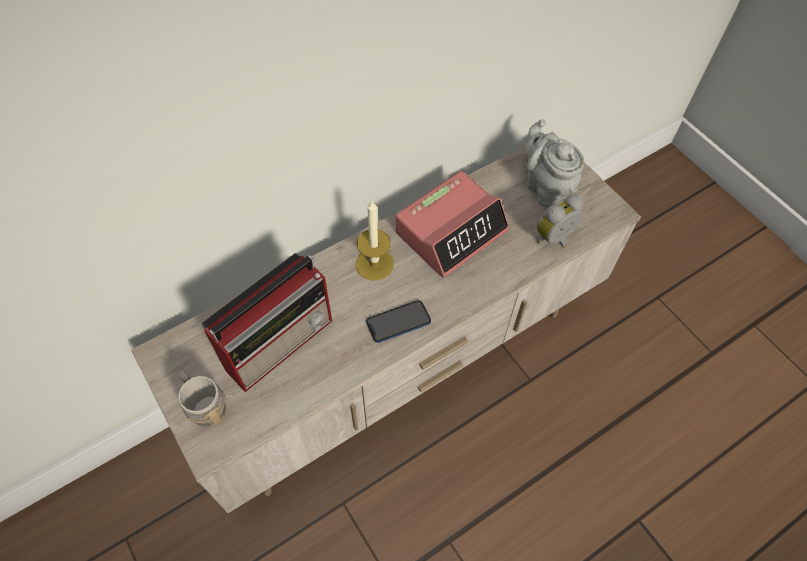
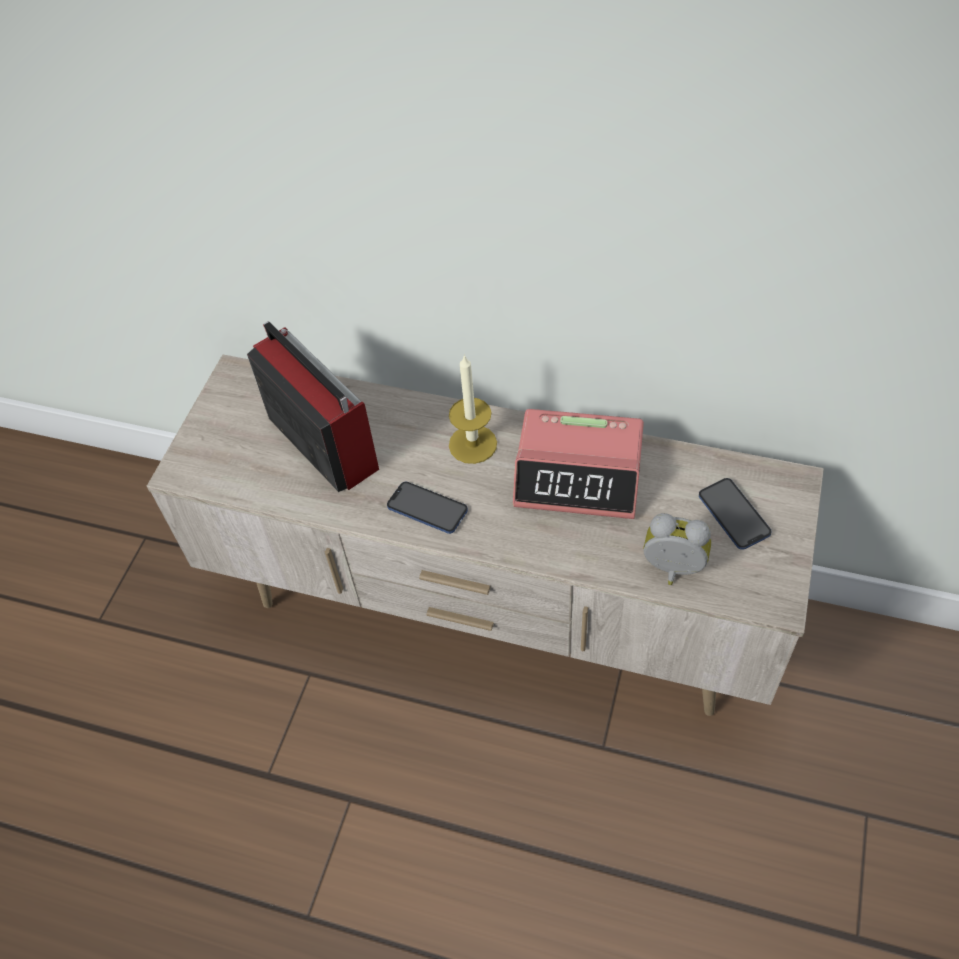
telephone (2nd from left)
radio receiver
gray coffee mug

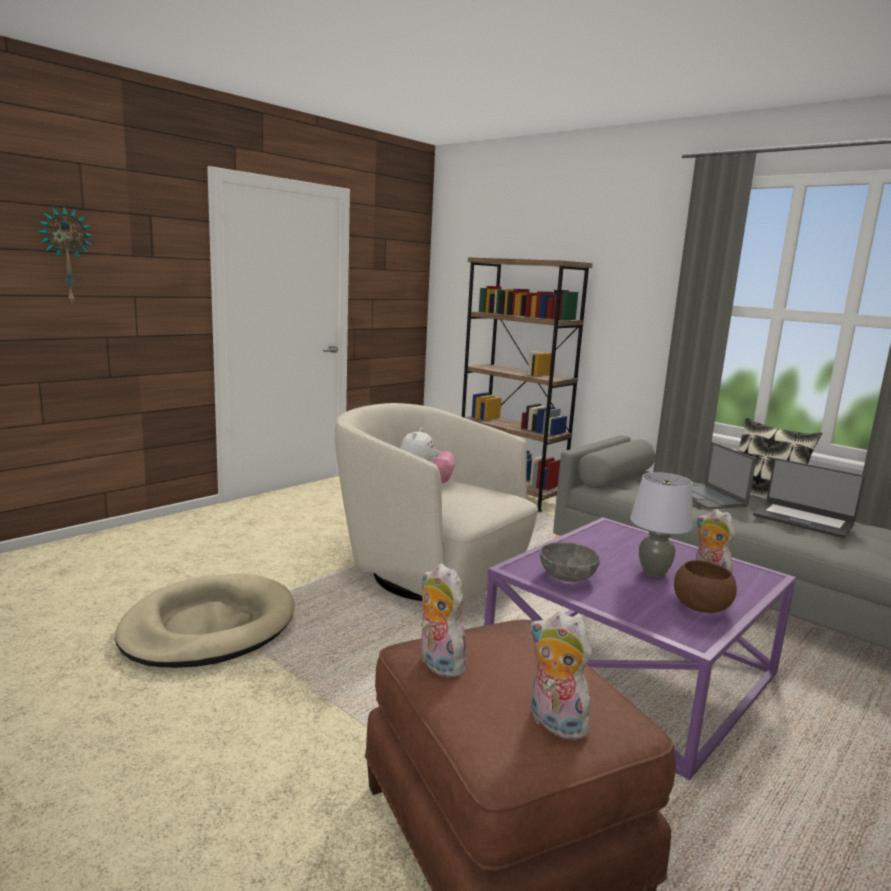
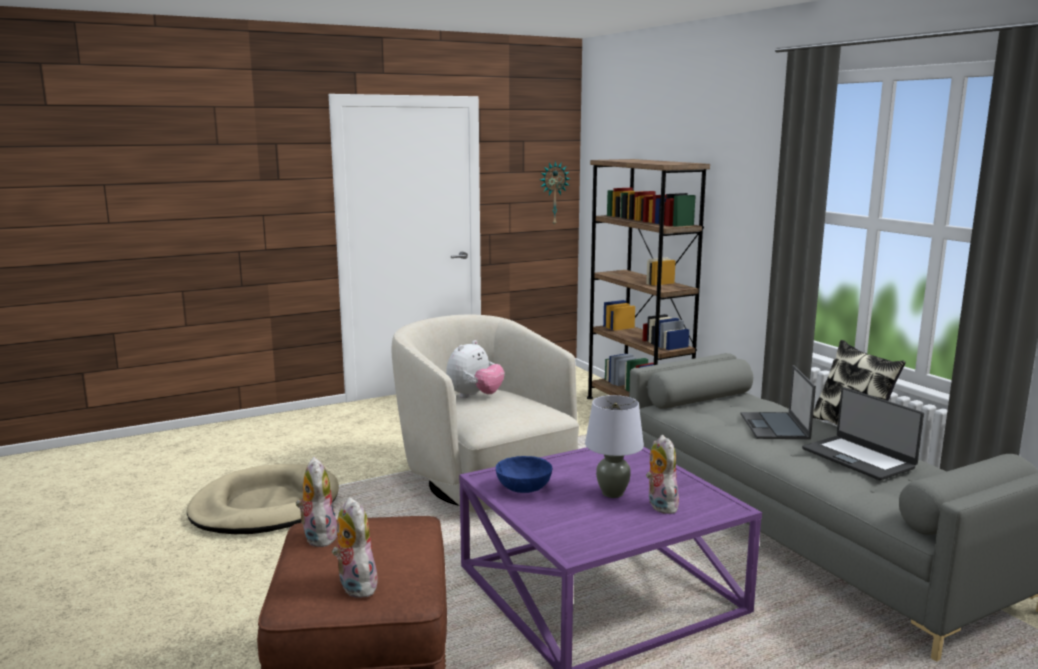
wall clock
blue deep dish
brown-coloured deep dish

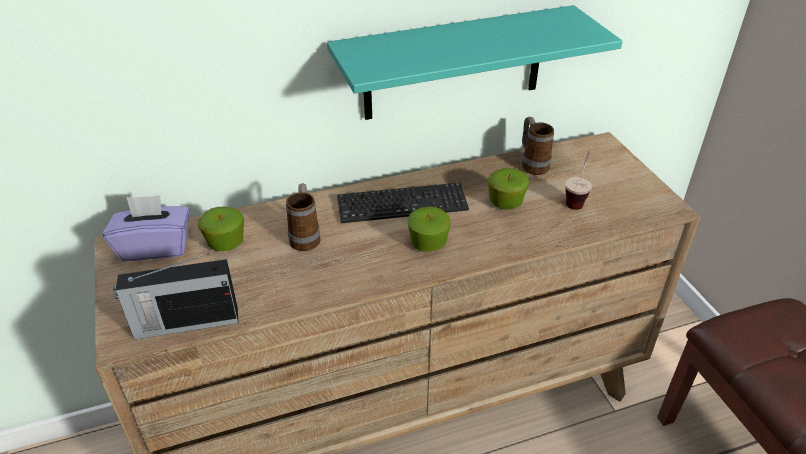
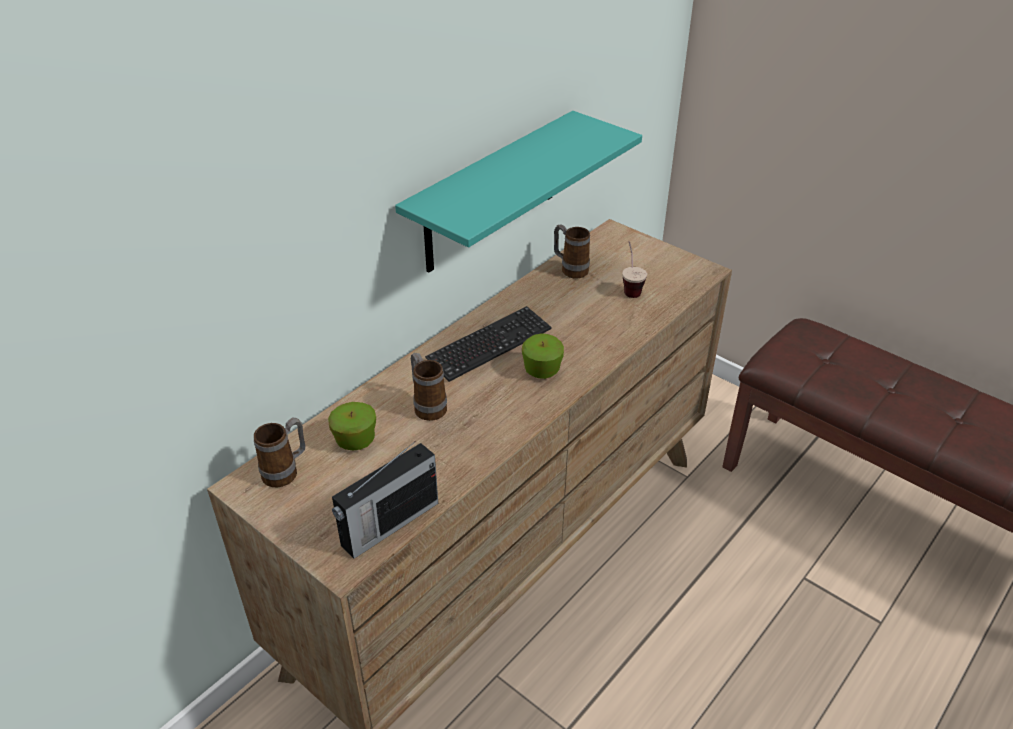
apple (3rd from left in the first image)
coffee mug (1st from left)

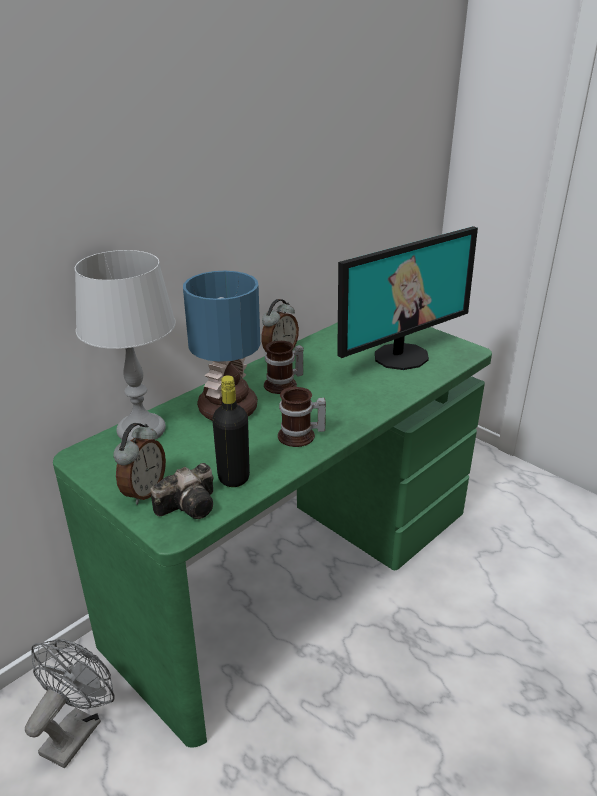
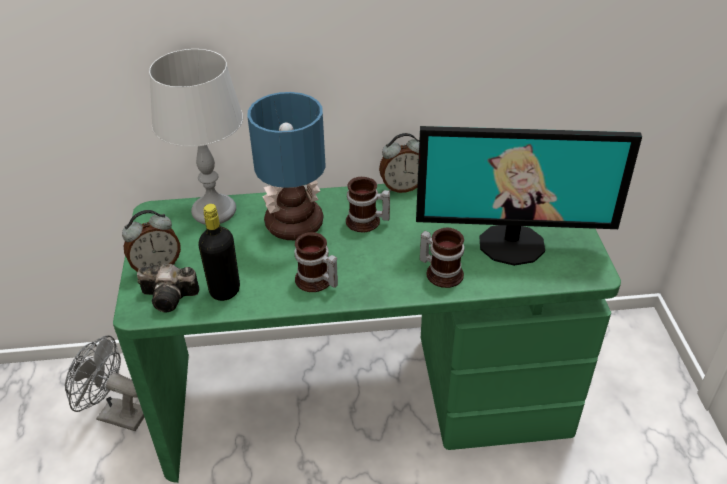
gray electric fan
coffee mug (3rd from left)

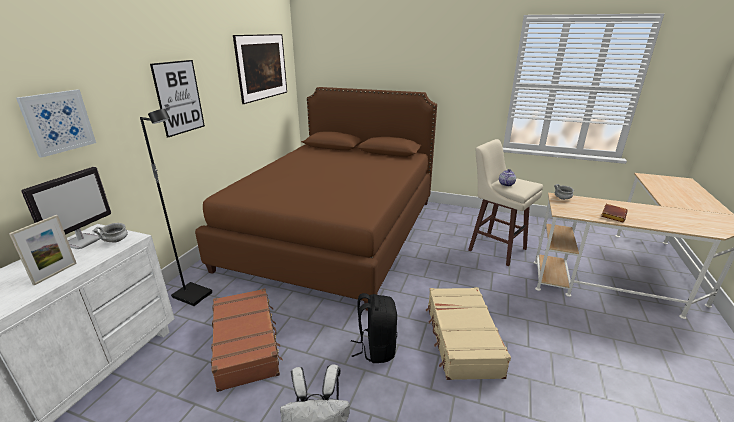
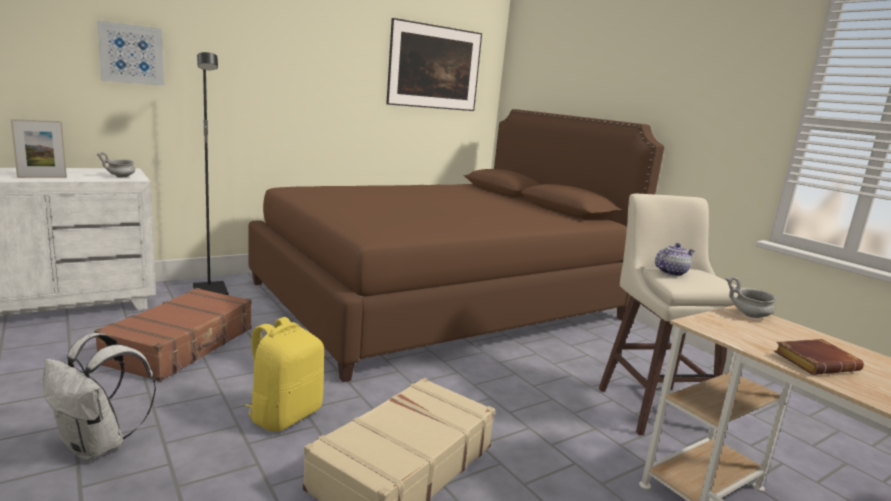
wall art (2nd from left in the first image)
computer screen
yellow knapsack

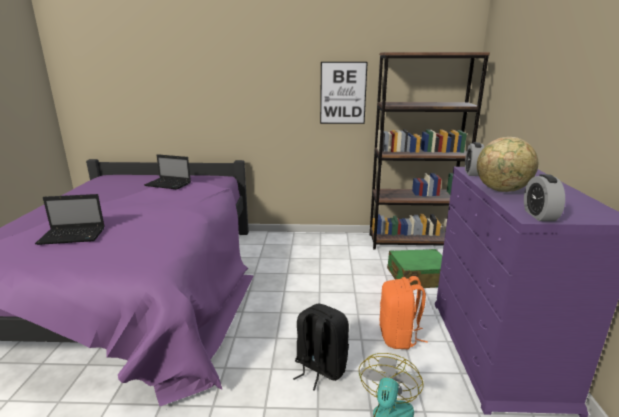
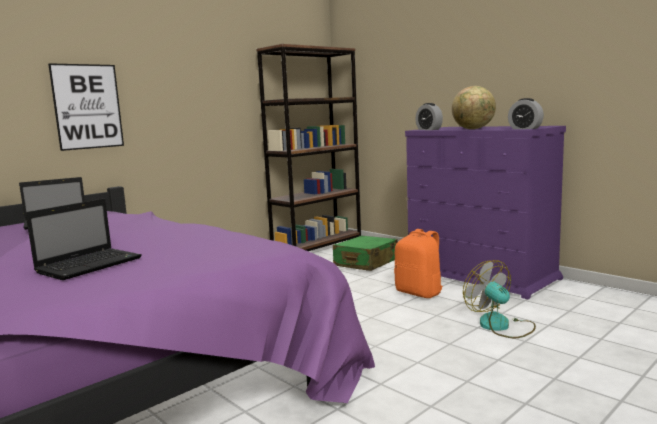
wall art
blackish knapsack

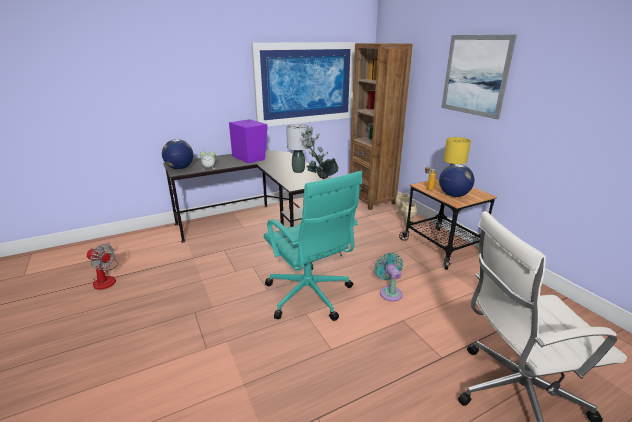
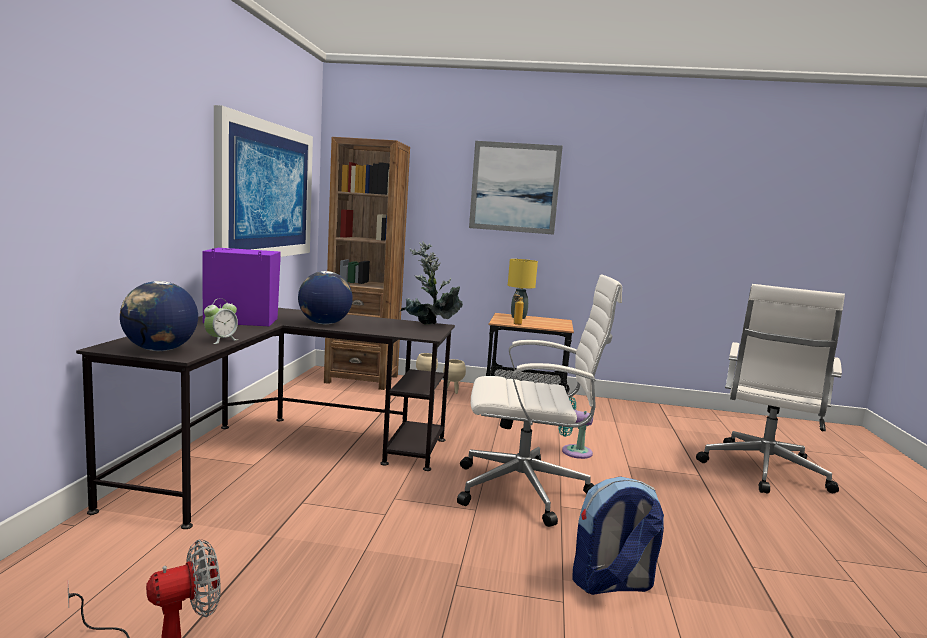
gray table lamp
desk globe (2nd from left)
white desk chair (1st from left)
knapsack

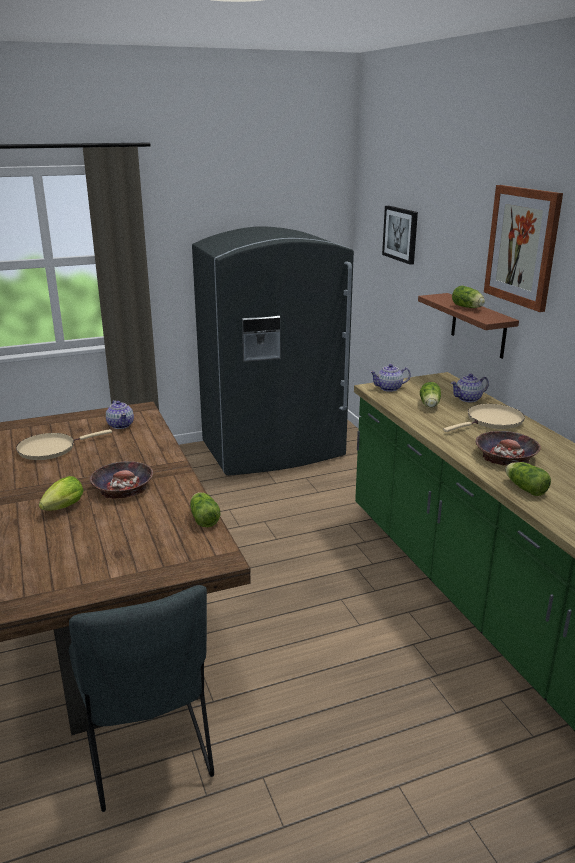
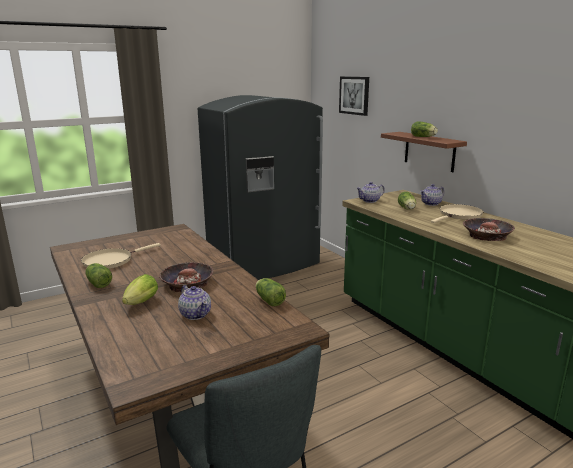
wall art (2nd from left in the first image)
pot for tea (1st from left)
lettuce (1st from left)

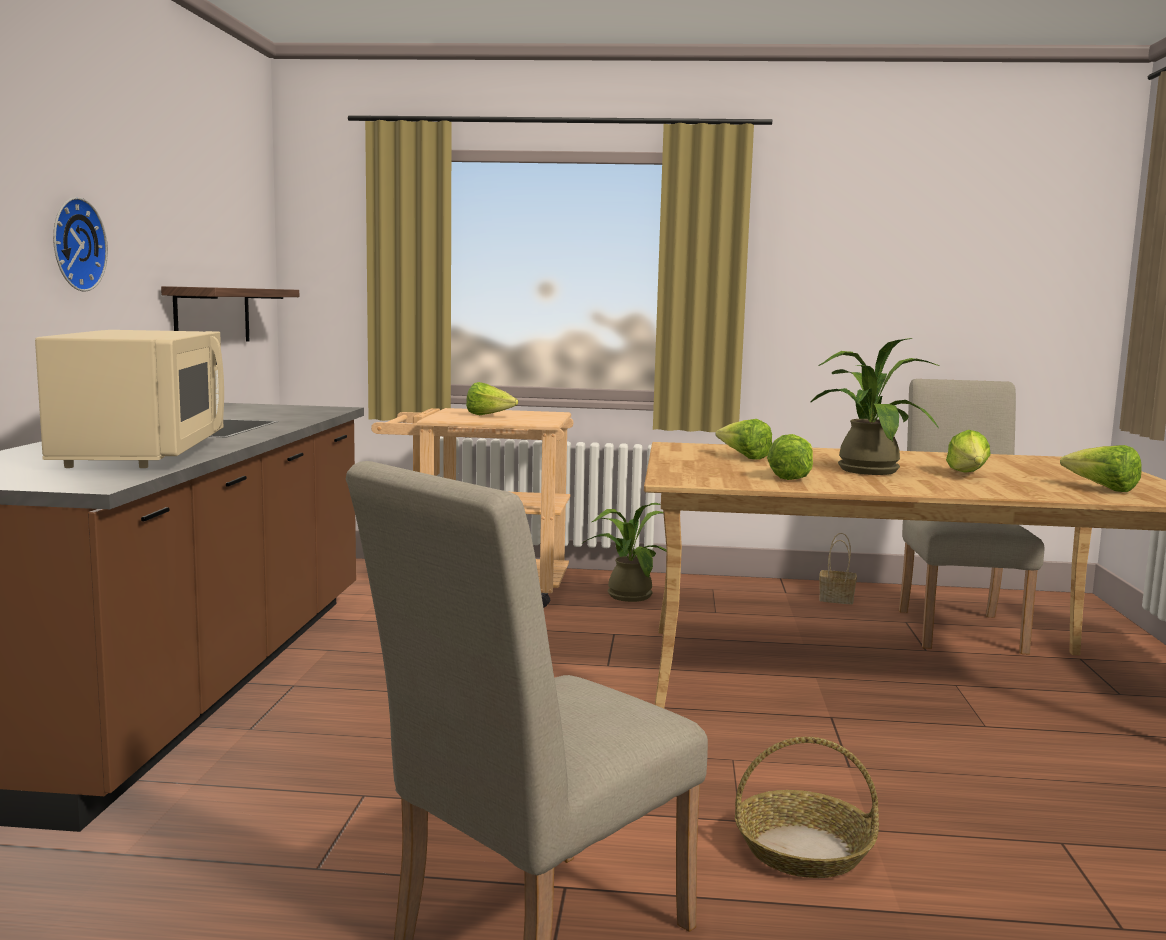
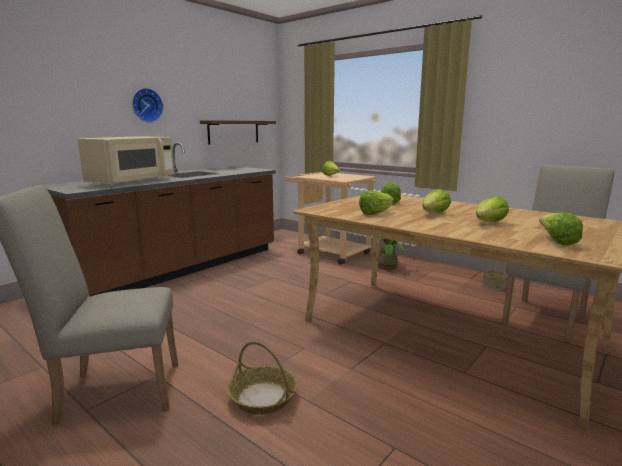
lettuce (4th from left)

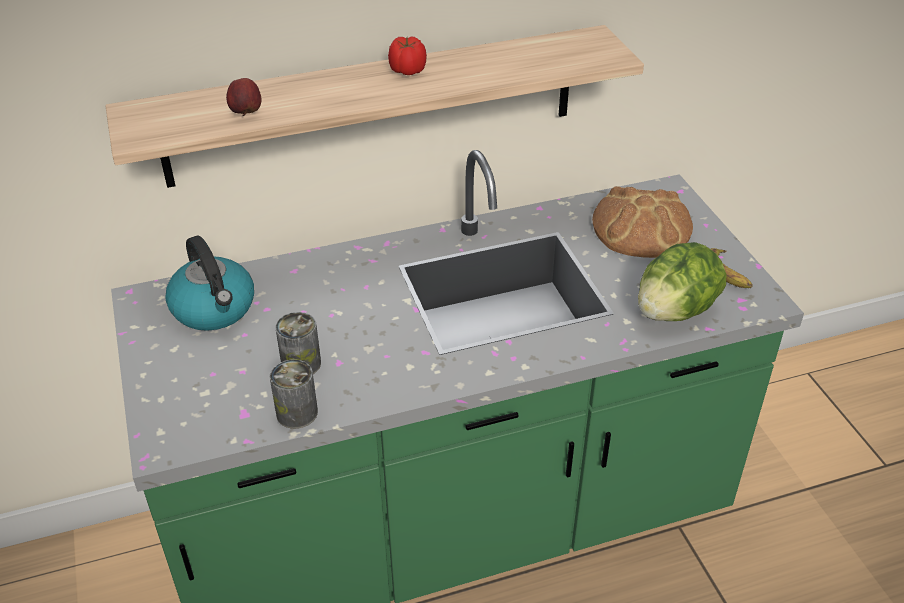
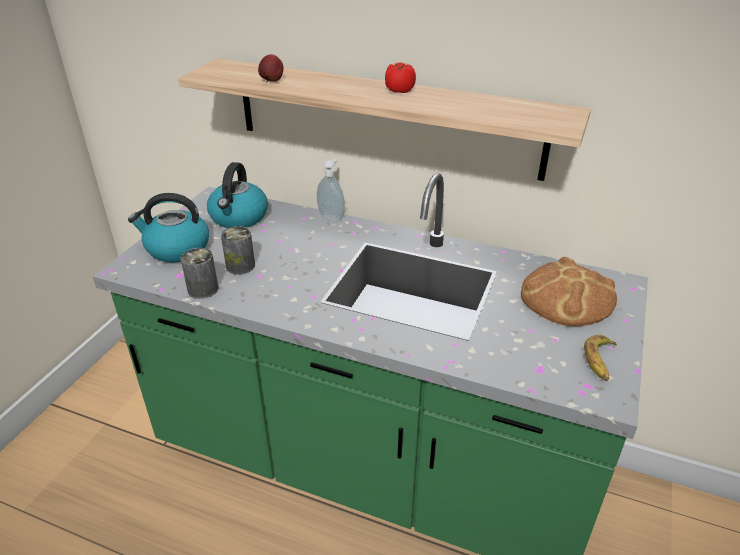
lettuce
soap bottle
tea kettle (1st from left)

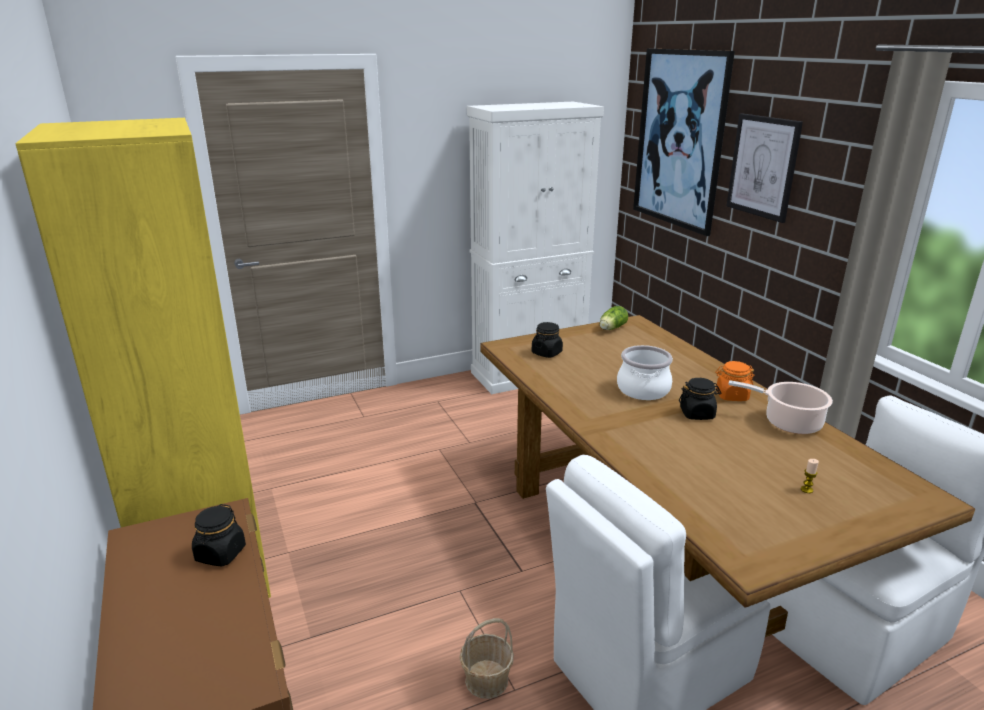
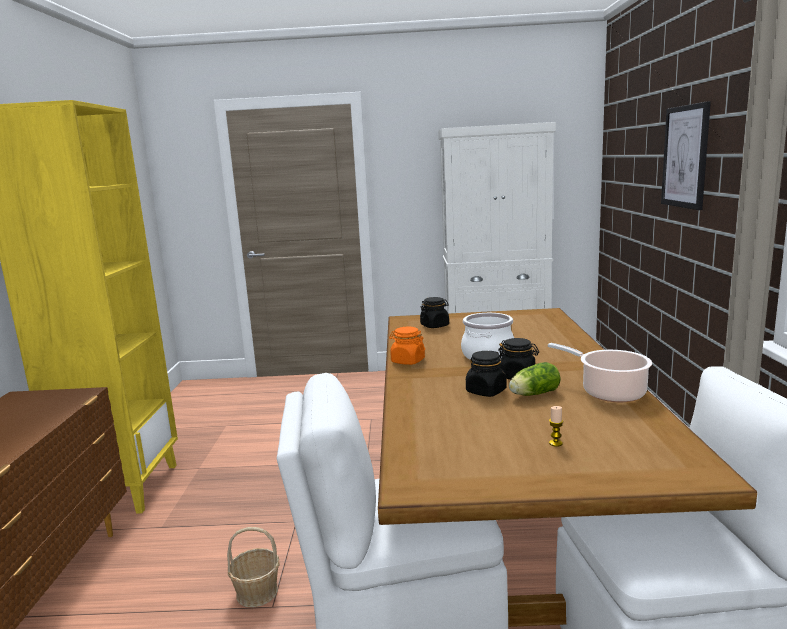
wall art (1st from left in the first image)
lettuce
orange preserve jar
blackish preserve jar (2nd from left)

